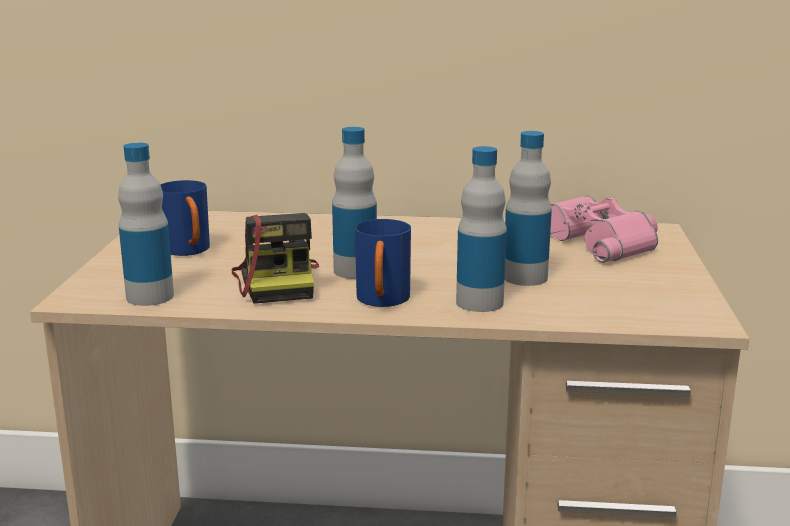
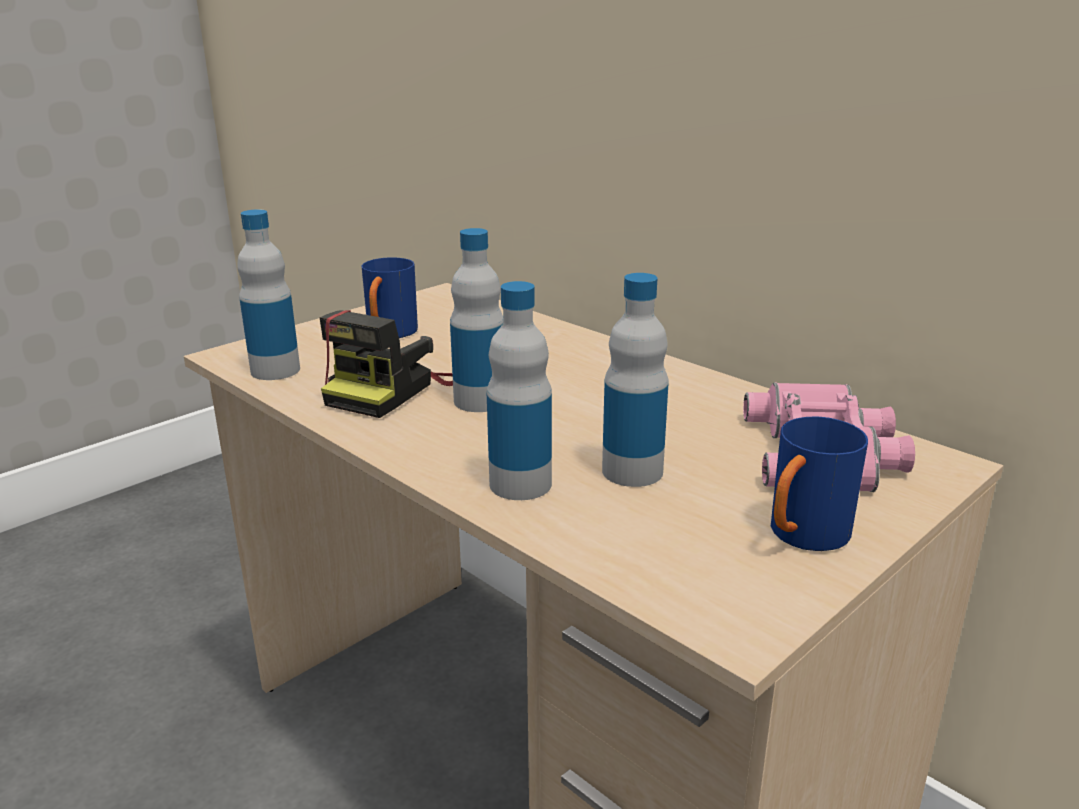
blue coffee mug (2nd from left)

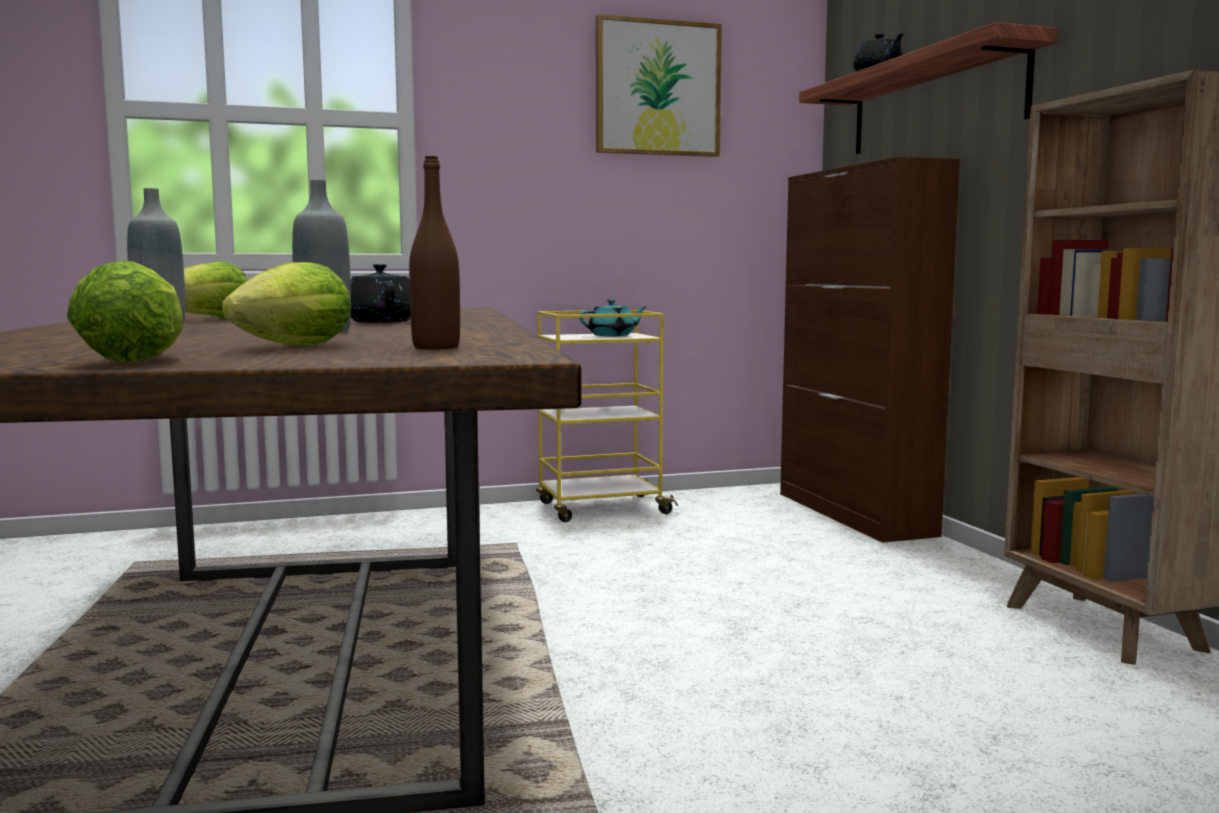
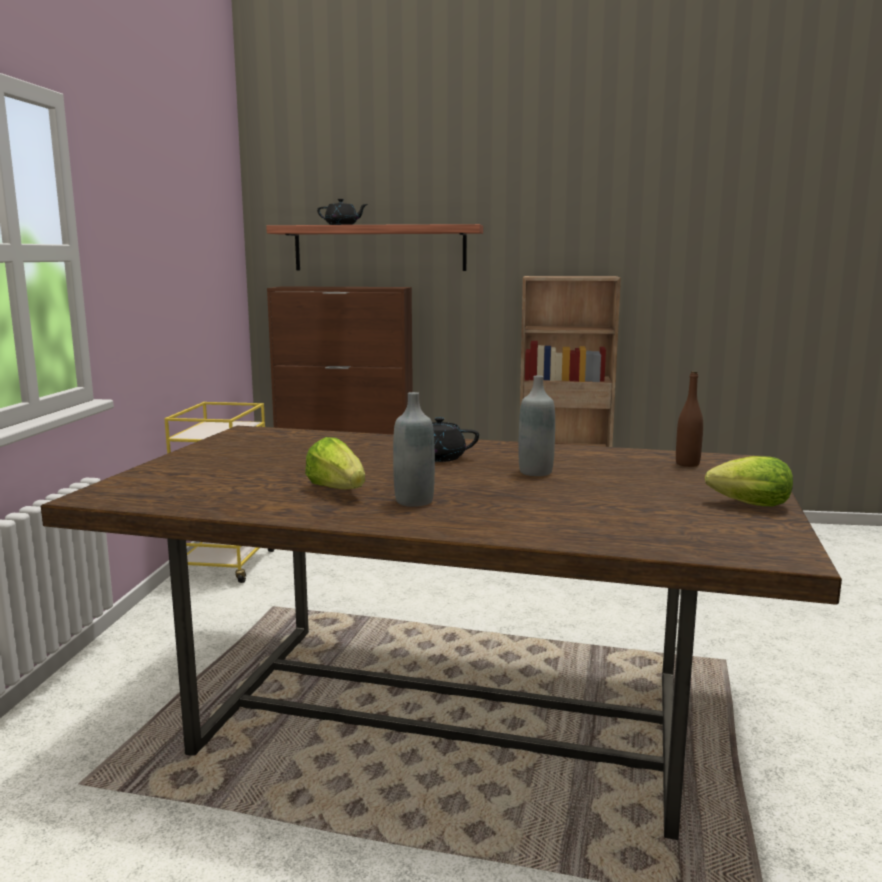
wall art
lettuce (3rd from left in the first image)
blue-green pot for tea

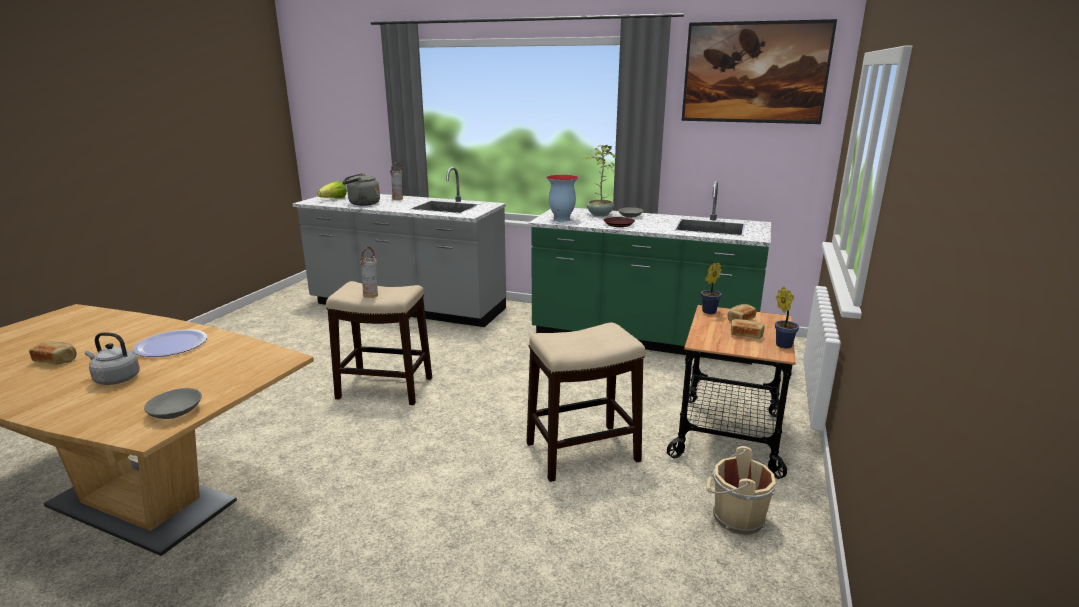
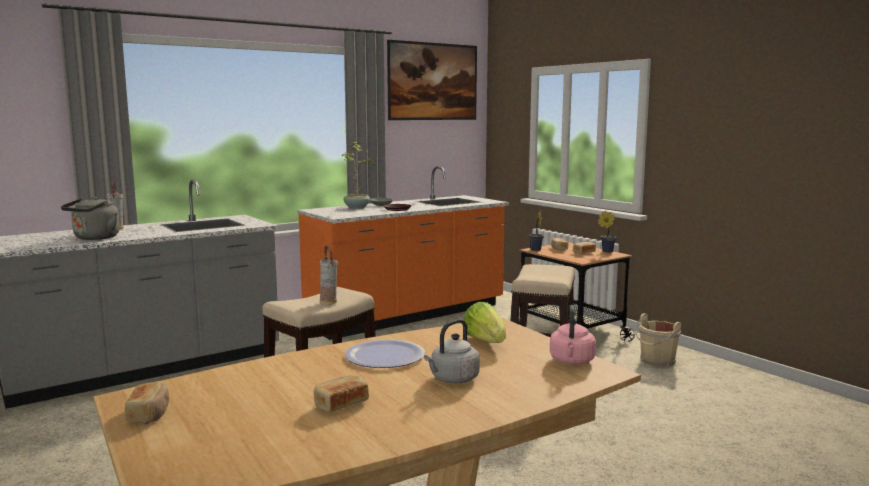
vase (3rd from left in the first image)
lettuce
orange kitchen counter
pink-coloured tea kettle
baked bread (1st from left)

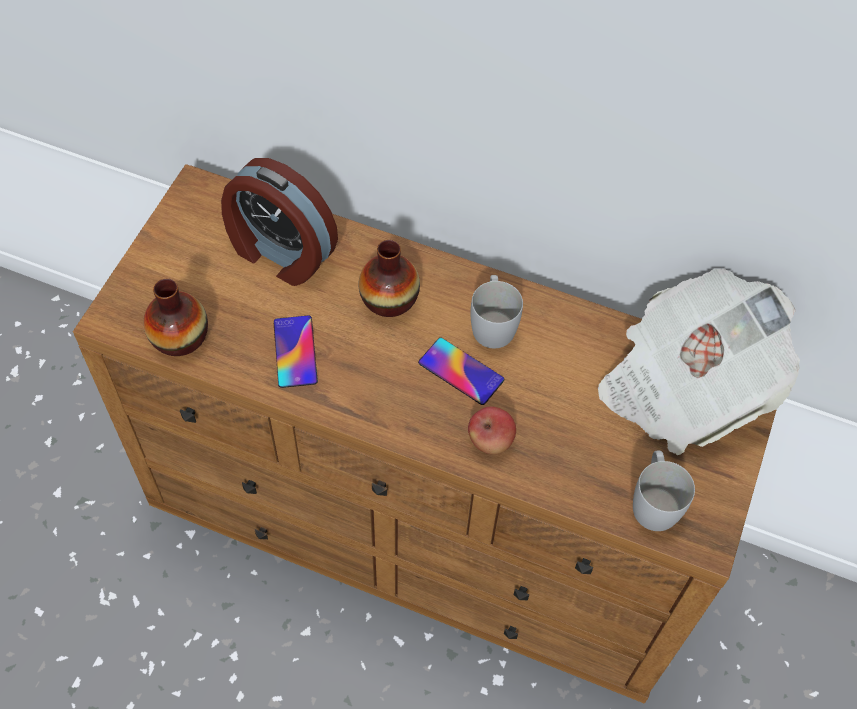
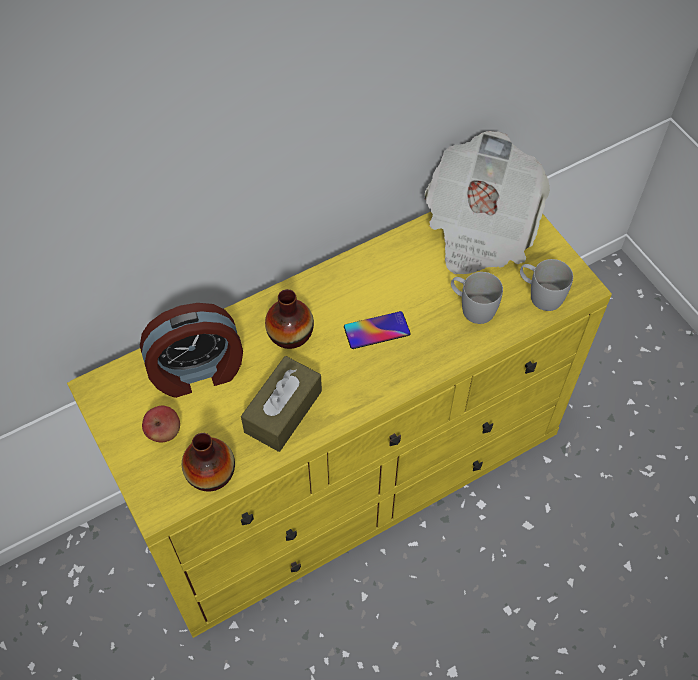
yellow dresser
white coffee mug (1st from left)
brown-coloured tissue holder
apple

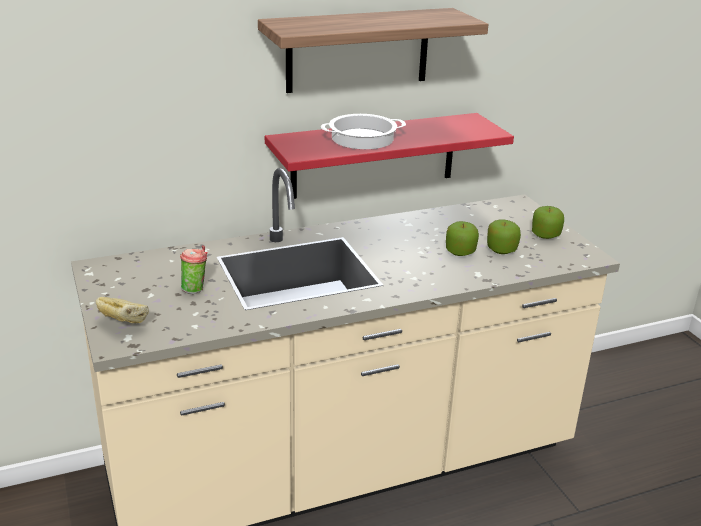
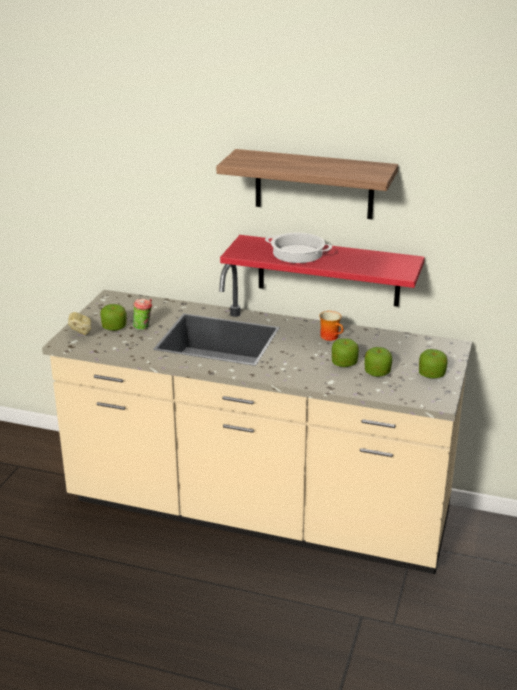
apple (1st from left)
coffee mug

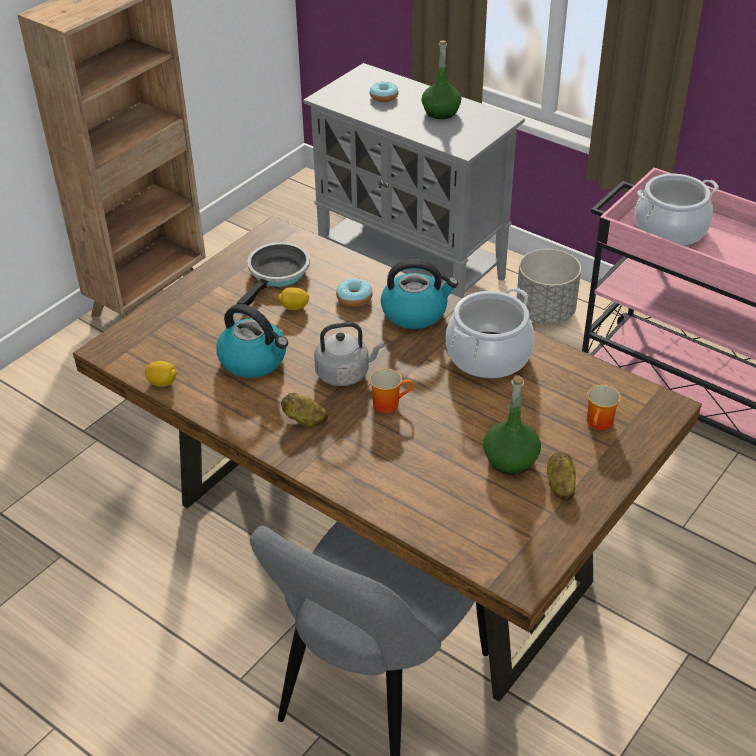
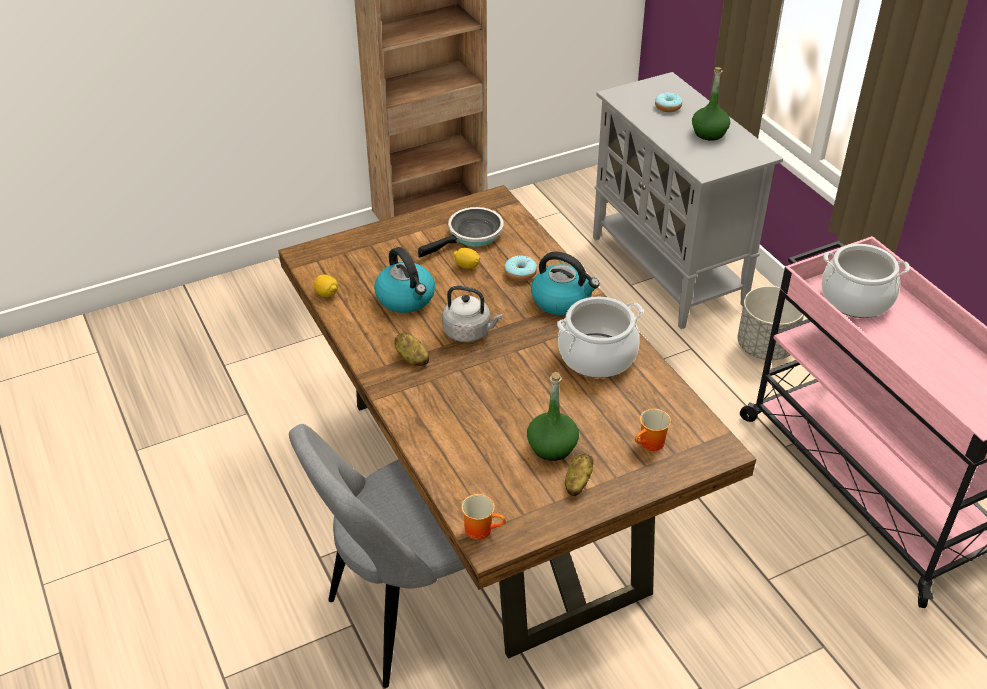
coffee mug (1st from left)

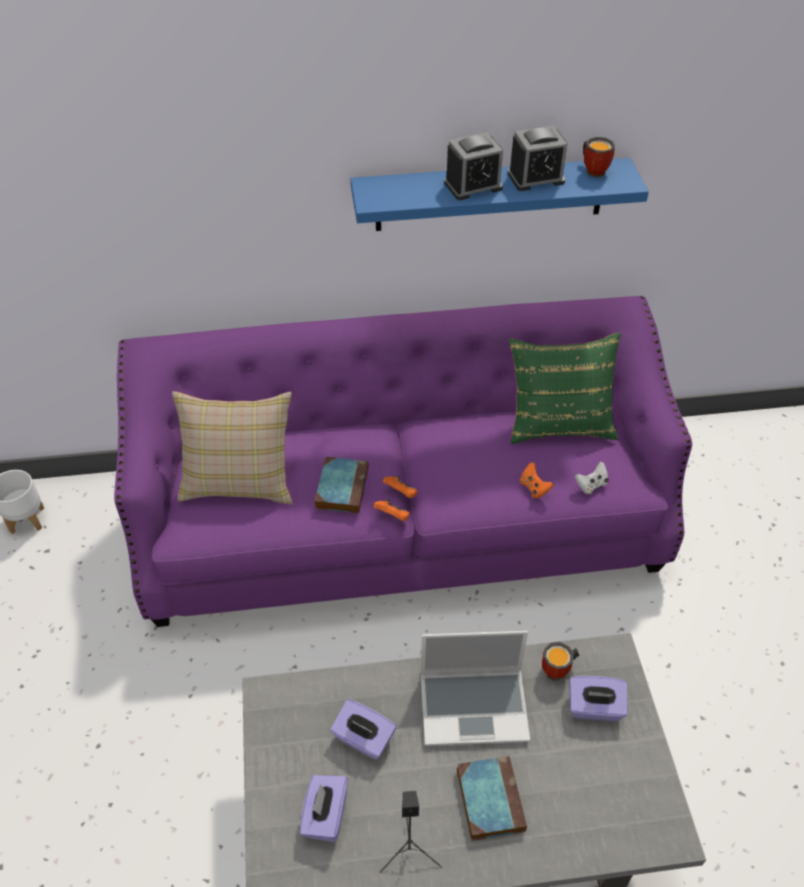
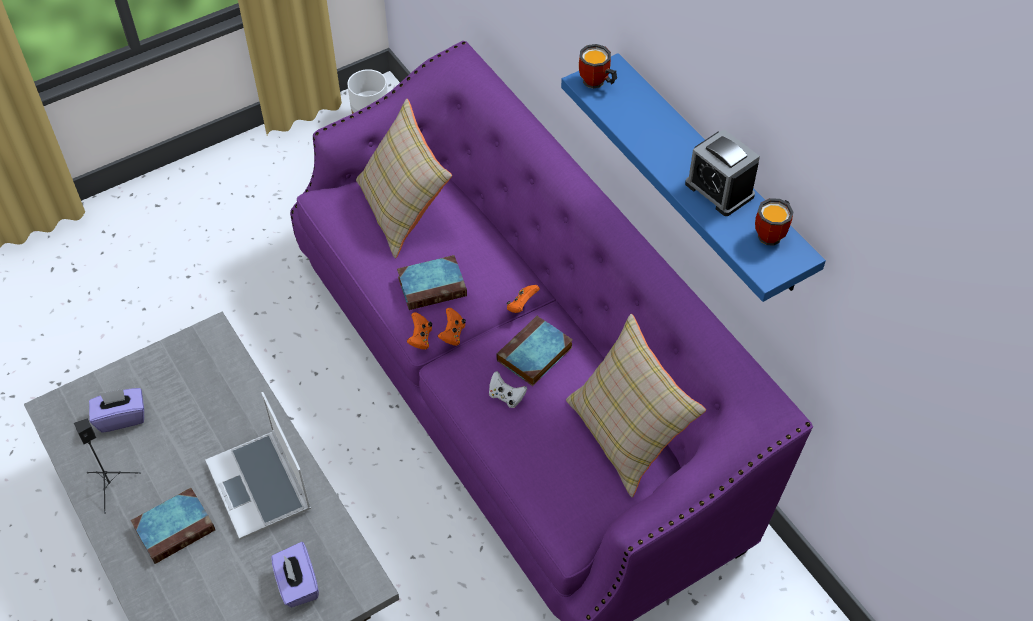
bedside clock (1st from left in the first image)
sand-coloured cushion (2nd from left)
orange gamepad (3rd from left)
white gamepad
coffee mug (1st from left)
purple-coloured tissue holder (2nd from left in the first image)
volume (3rd from left)

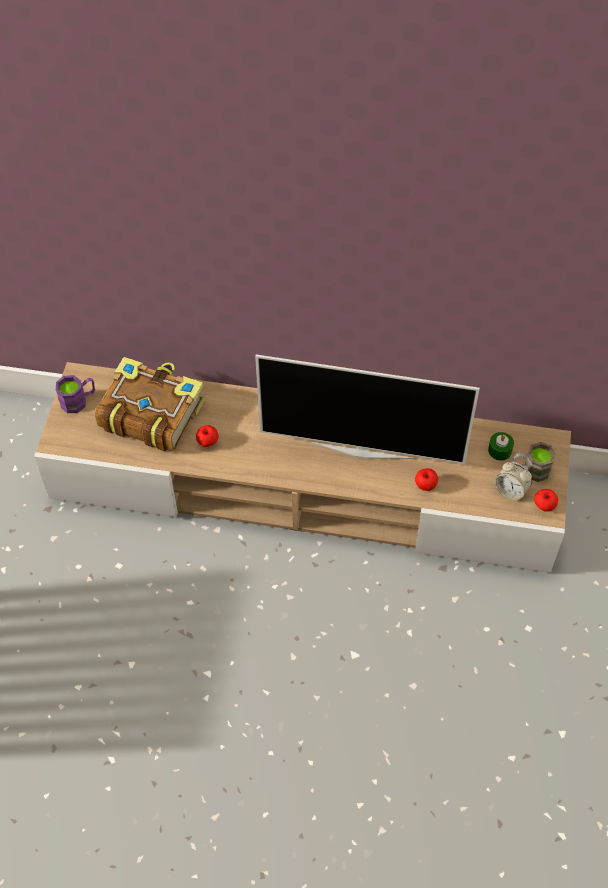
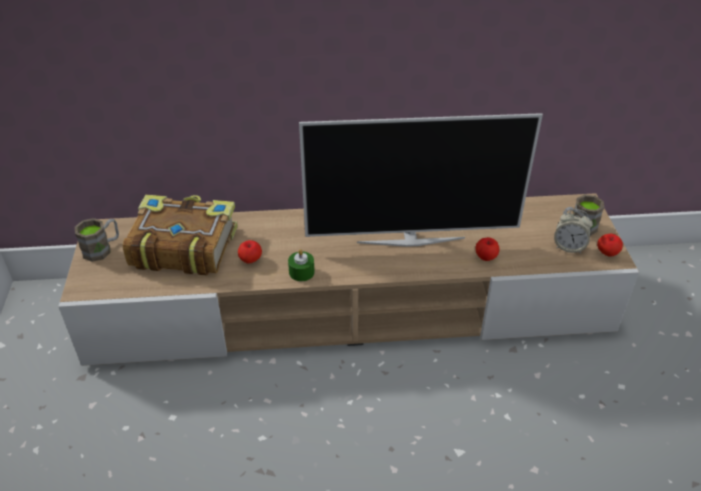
brown-coloured coffee mug (1st from left)
green wax light

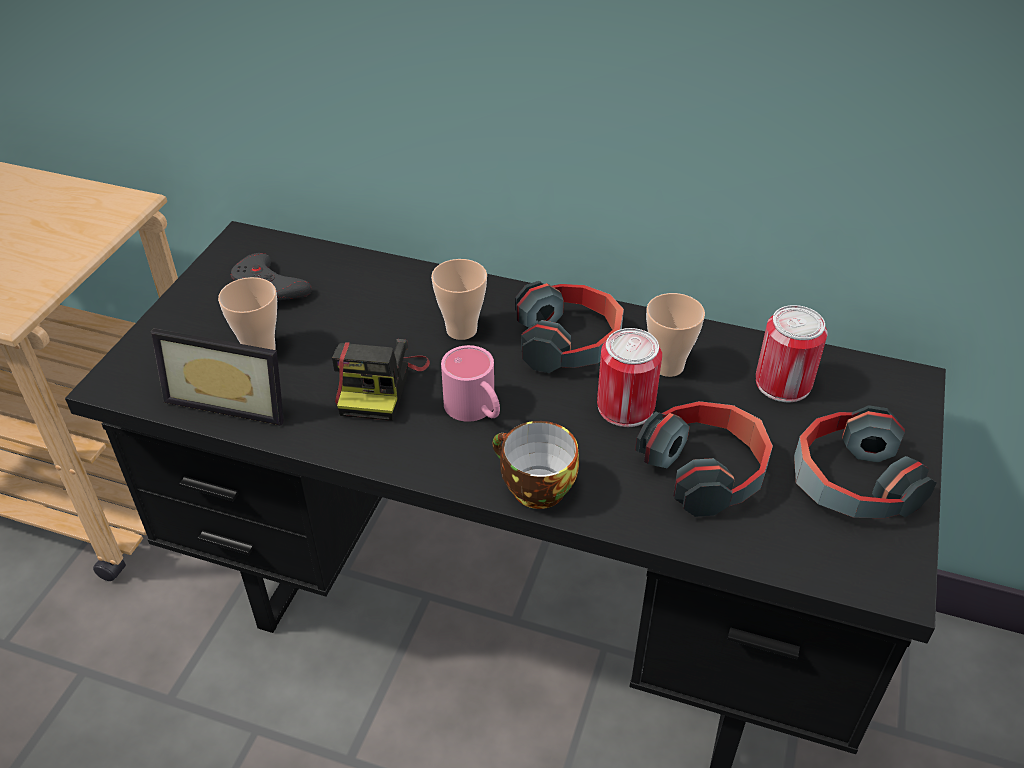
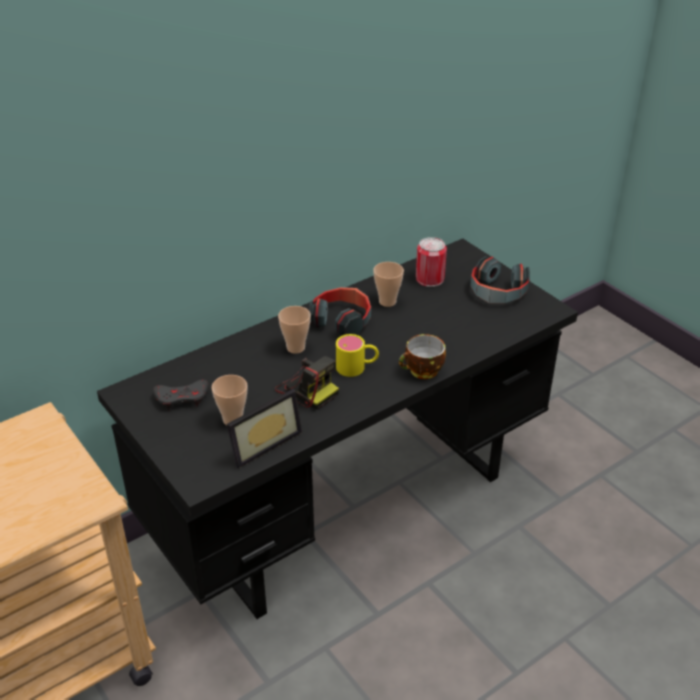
sealed can (1st from left in the first image)
yellow coffee mug
pair of headphones (2nd from left in the first image)

